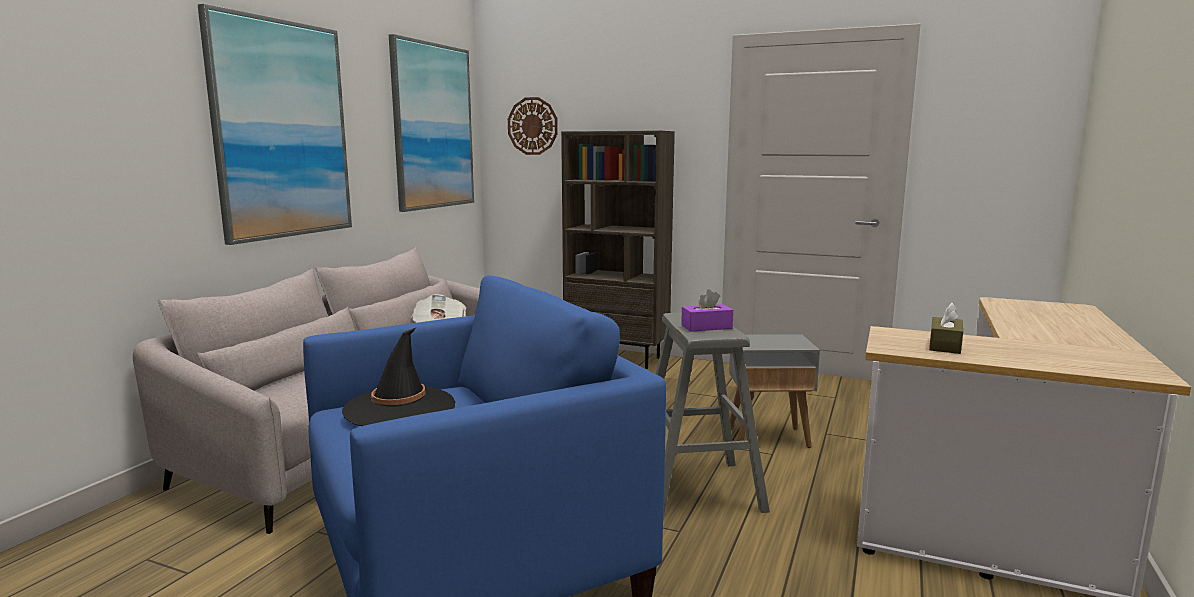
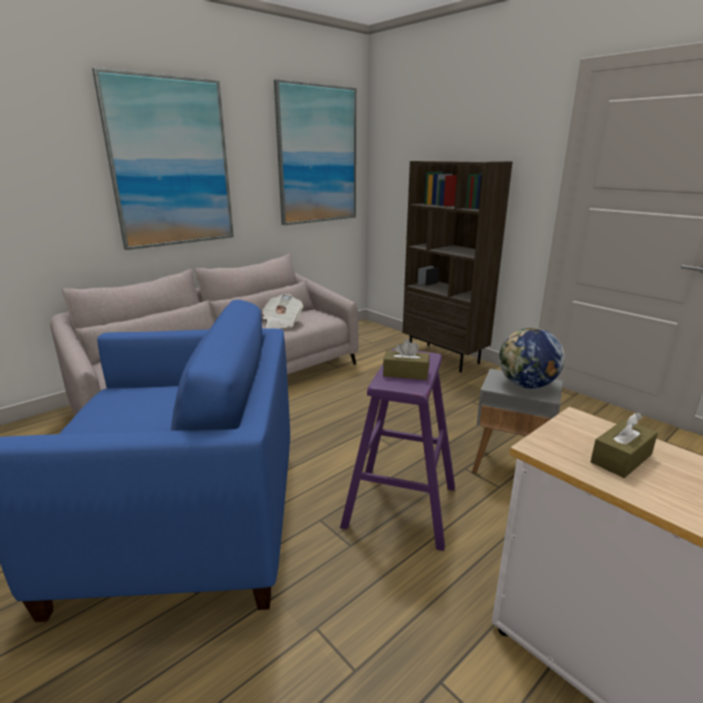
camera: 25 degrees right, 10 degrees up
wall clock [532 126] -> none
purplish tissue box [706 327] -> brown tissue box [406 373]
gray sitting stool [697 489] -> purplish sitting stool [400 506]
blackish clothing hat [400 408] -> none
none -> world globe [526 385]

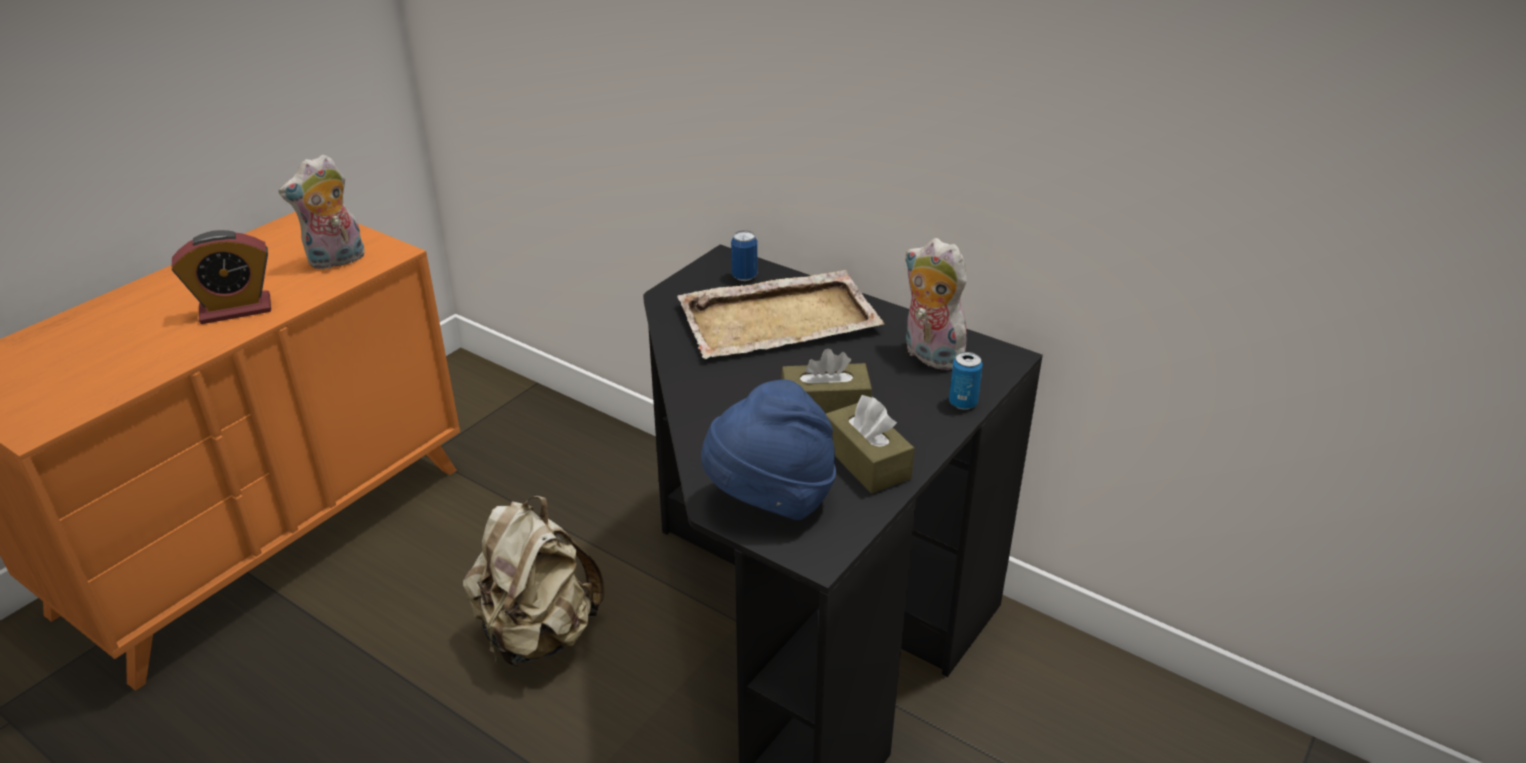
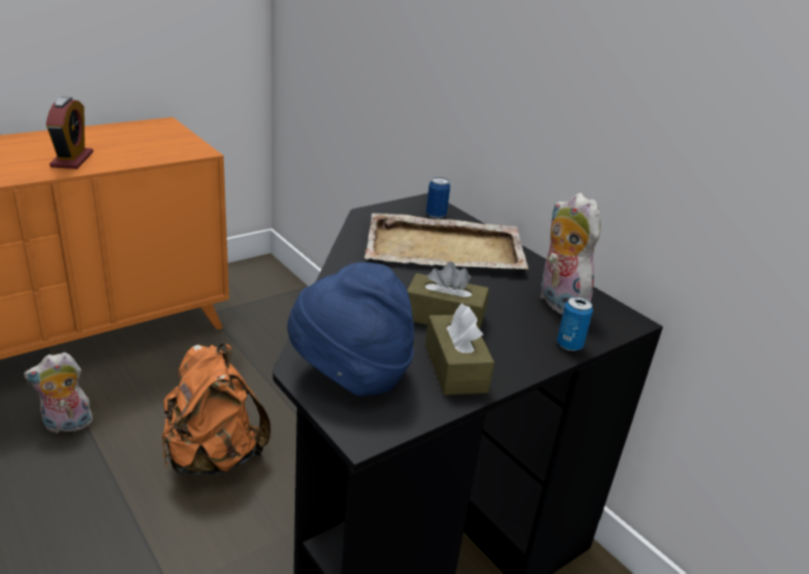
camera: 15 degrees right, 5 degrees down
soft toy [336 261] -> soft toy [66 426], shifted
alarm clock [236 309] -> alarm clock [72 160], 90 degrees counterclockwise
beige rucksack [538 634] -> orange rucksack [213 456]

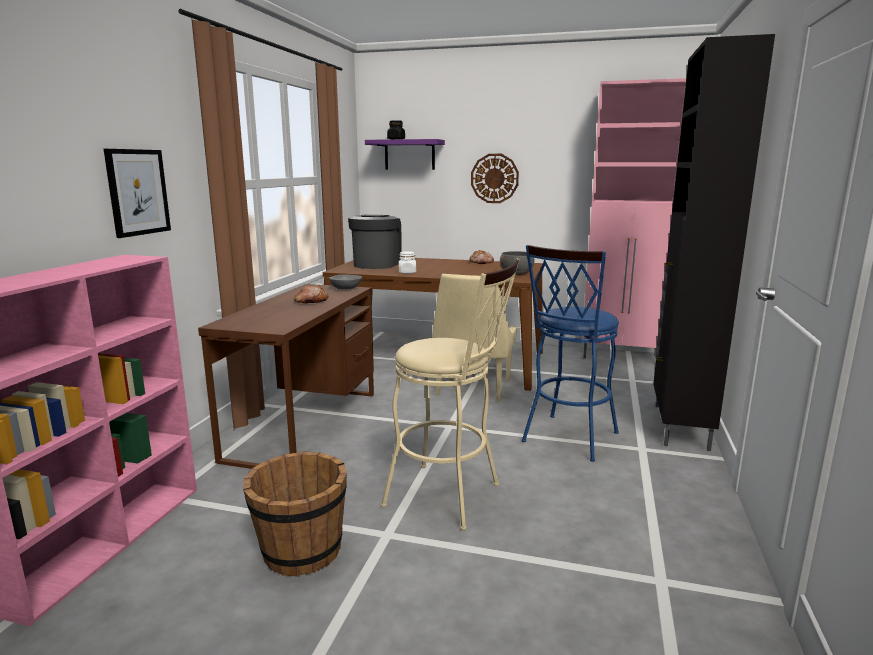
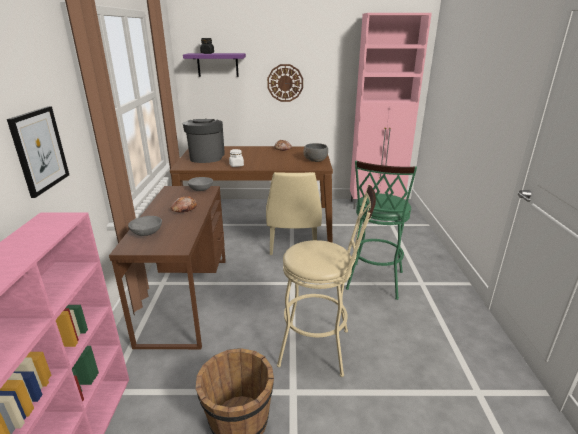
camera: 15 degrees left, 10 degrees up
blackish storage cabinet [679 427] -> none
blue sitting stool [567 440] -> greenish sitting stool [373 283]
none -> gray serving bowl [147 233]

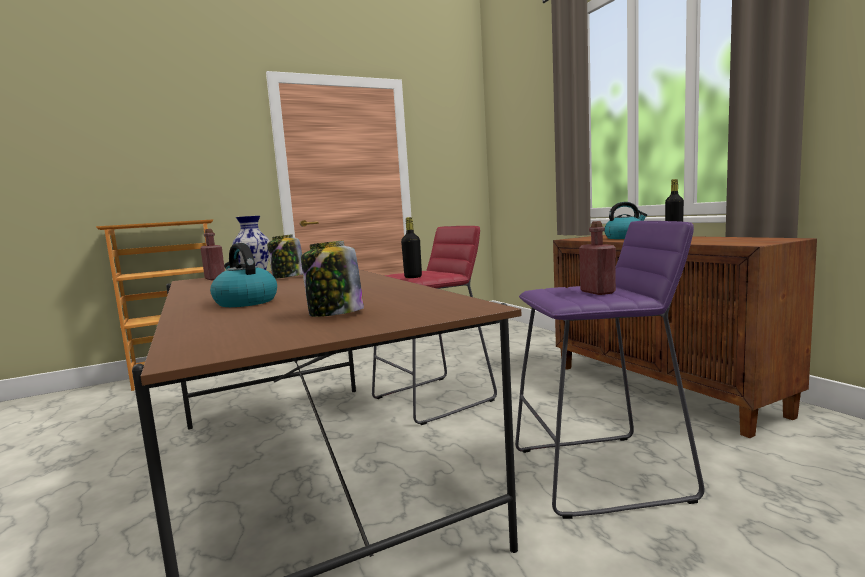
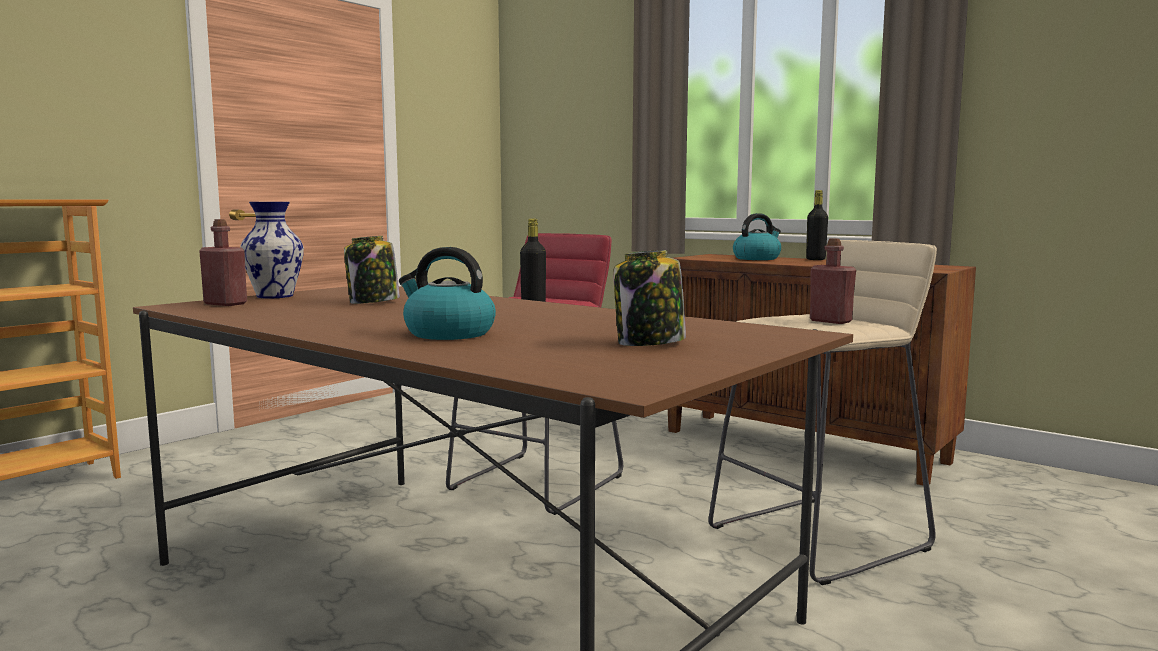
camera: 25 degrees left, 0 degrees up
purplish sitting stool [601 474] -> beige sitting stool [820 538]

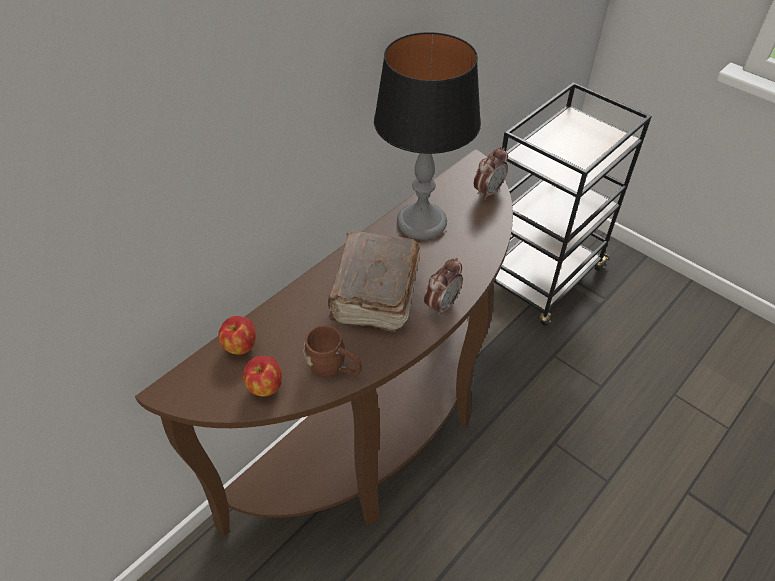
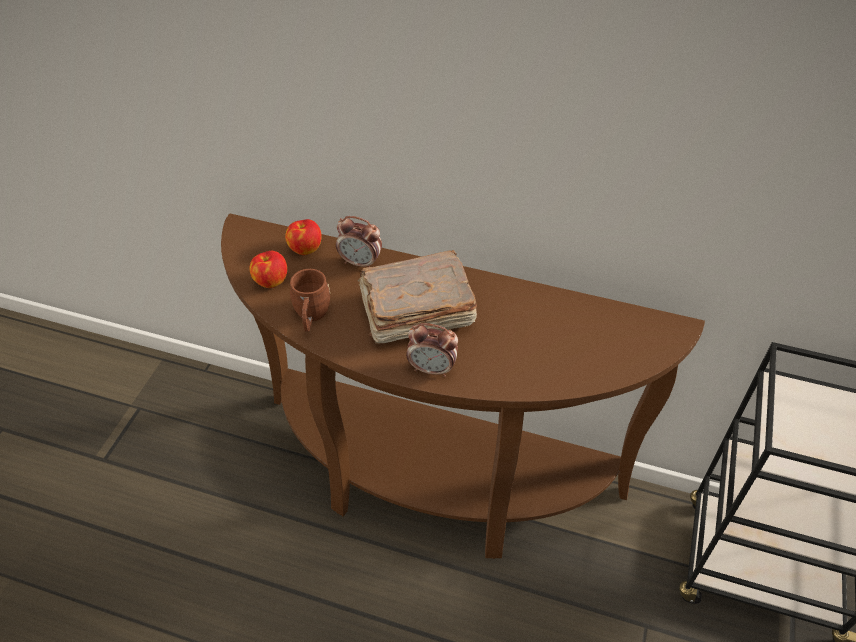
camera: 65 degrees right, 0 degrees up
lamp for a table [422 223] -> none
alarm clock [488 191] -> alarm clock [360 262], shifted

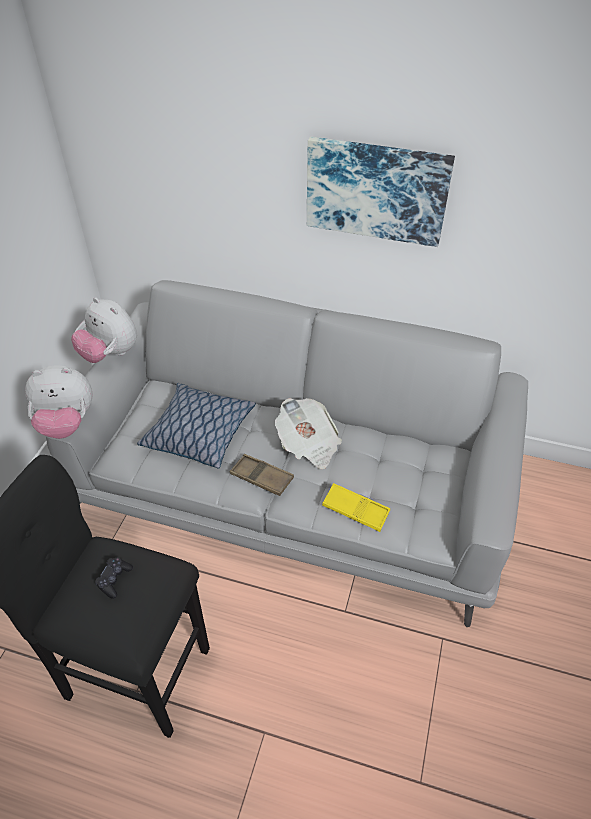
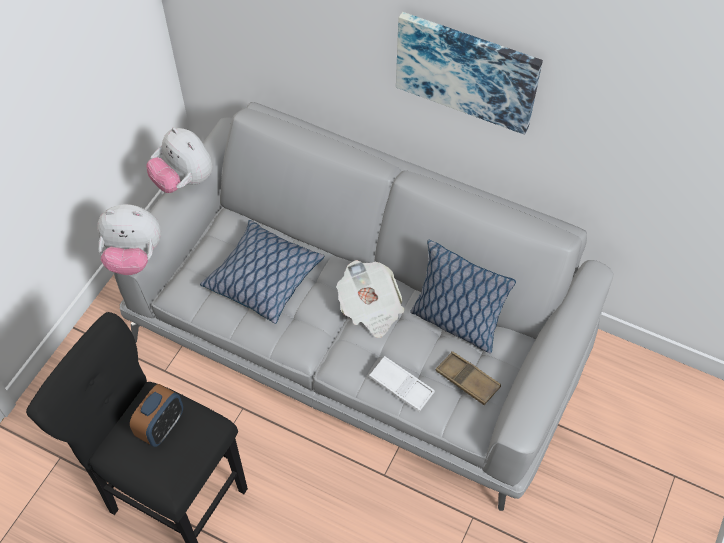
camera: 10 degrees right, 10 degrees up
brown carrying tray [261 477] -> brown carrying tray [467 380], shifted
yellowish carrying tray [355 510] -> whitish carrying tray [401 386]
blackish game controller [114 579] -> alarm clock [161 426]
none -> pillow [455 321]

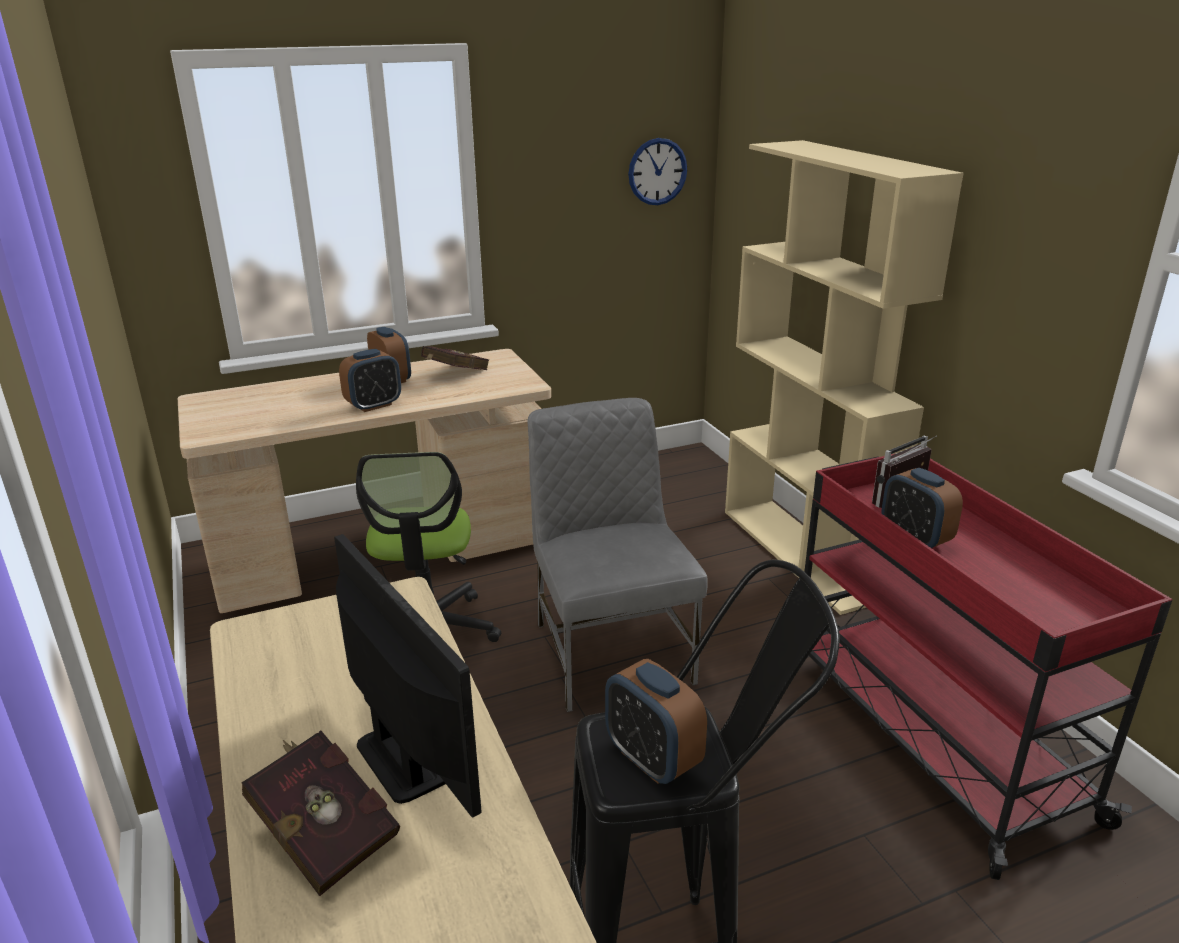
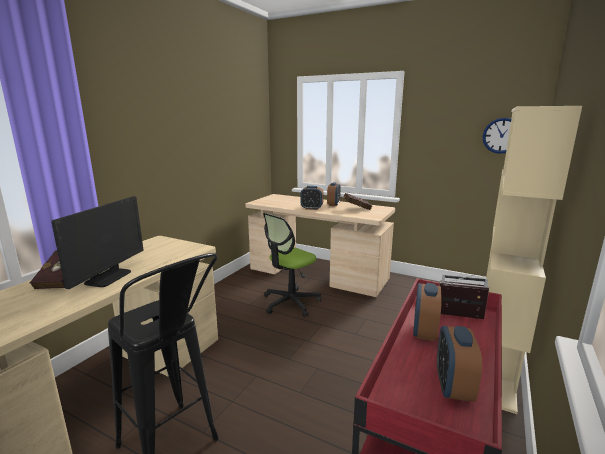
camera: 50 degrees right, 10 degrees down
gray chair [610 651] -> none
alarm clock [652 759] -> alarm clock [453 387], shifted

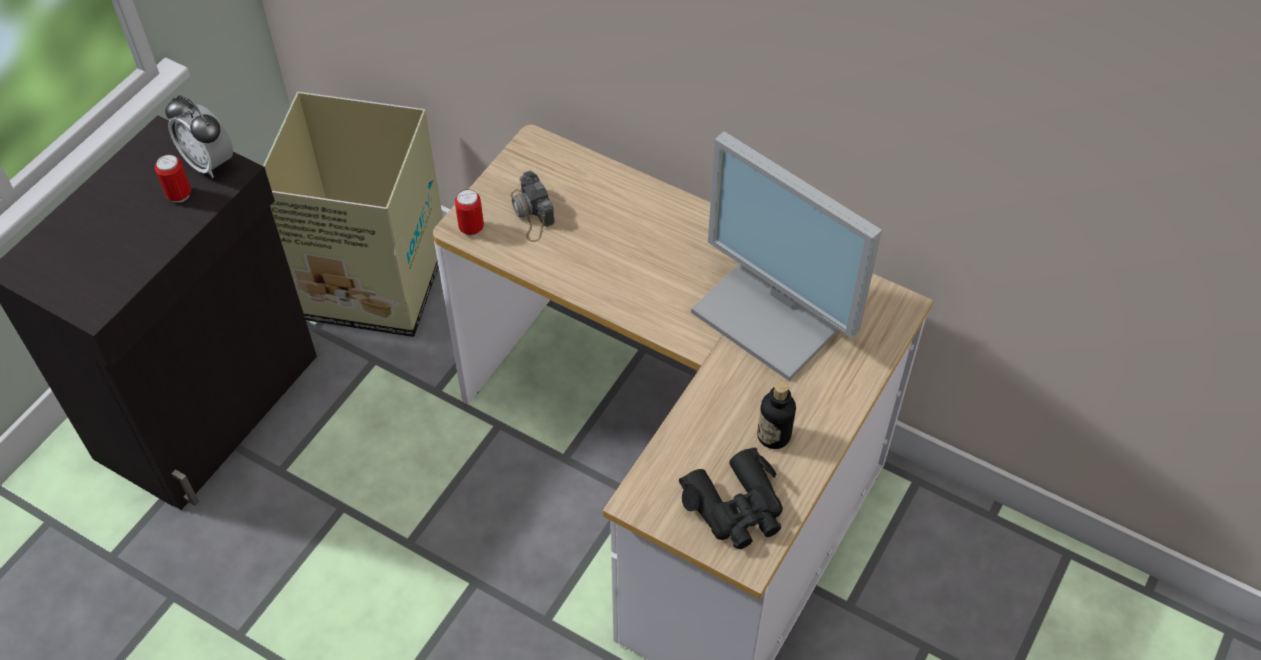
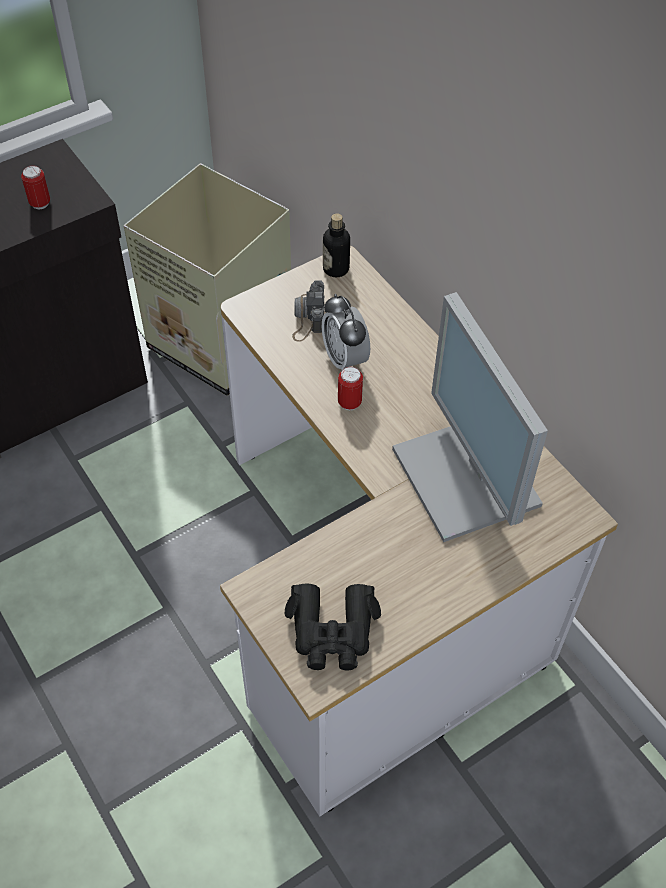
camera: 25 degrees right, 0 degrees up
alarm clock [209 163] -> alarm clock [345 359], shifted
metal can [471 228] -> metal can [349 403], shifted
drink bottle [773 435] -> drink bottle [336 269], shifted

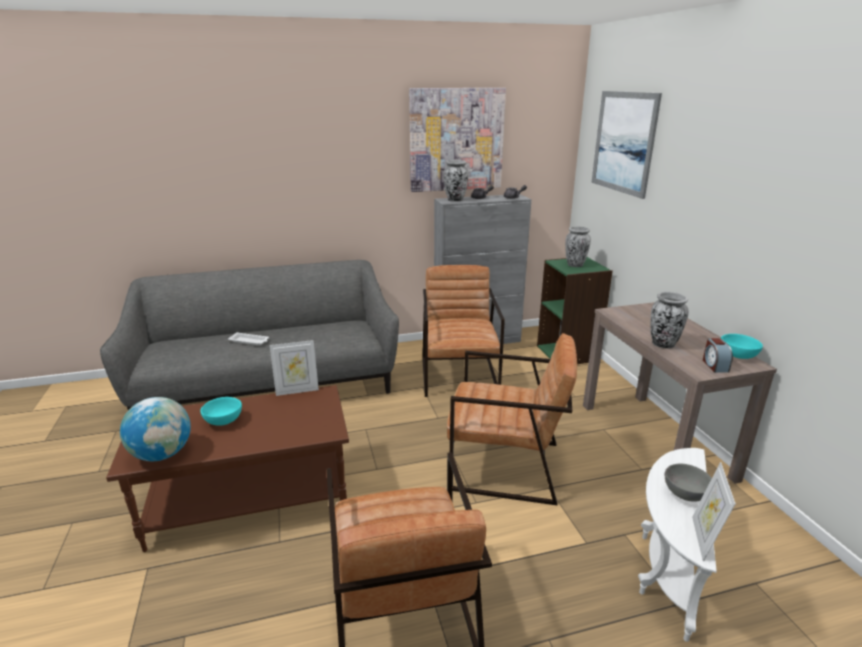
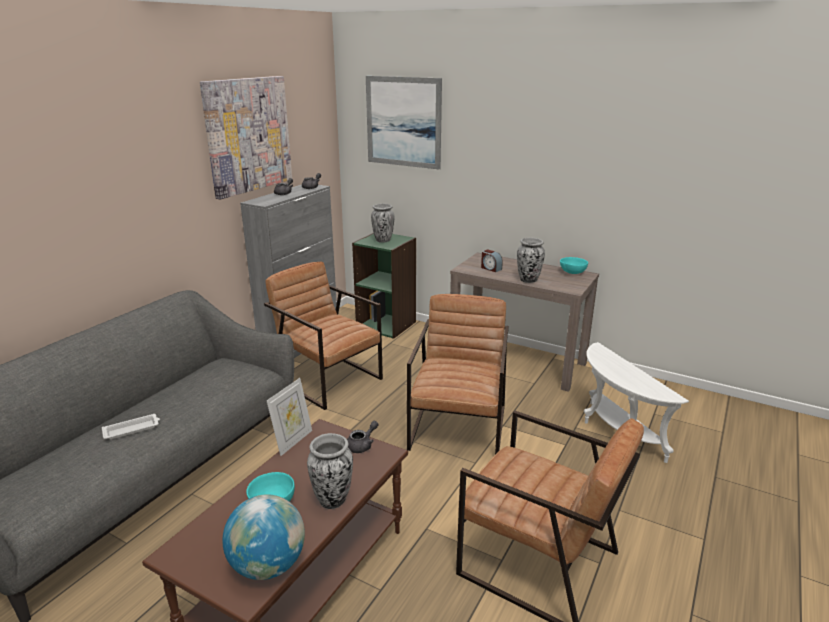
camera: 45 degrees left, 0 degrees up
decorative vase [455 200] -> decorative vase [333 500], shifted
brown lounge chair [505 466] -> brown lounge chair [459 427], 45 degrees counterclockwise
alarm clock [714 365] -> alarm clock [490 268], shifted
picture frame [704 539] -> none
gray serving bowl [684 493] -> none
none -> gray tea pot [362 445]

